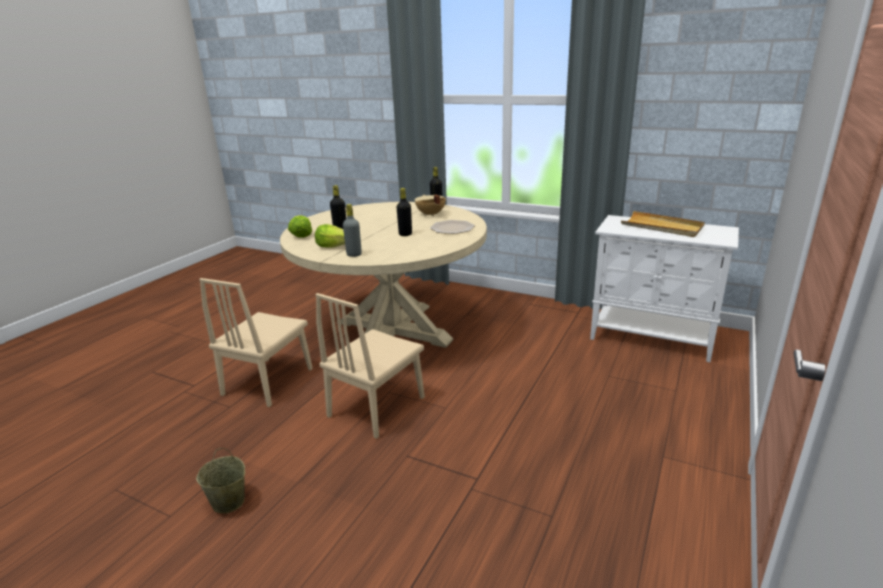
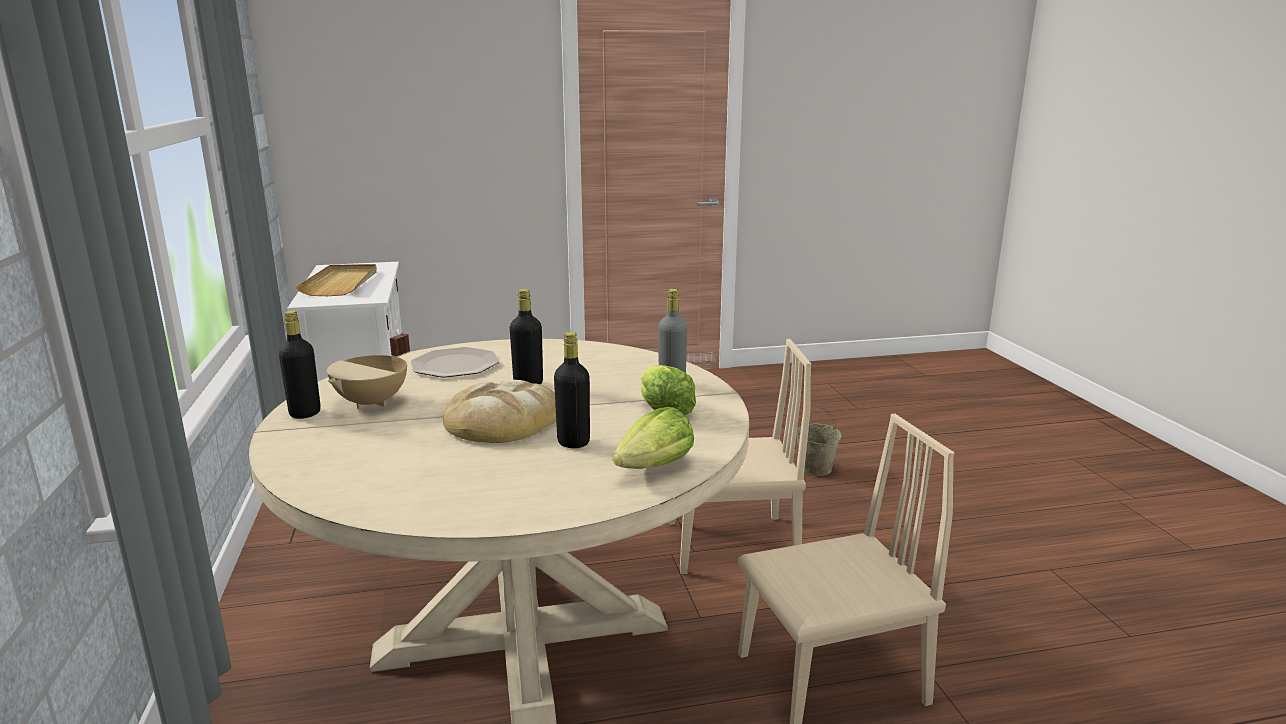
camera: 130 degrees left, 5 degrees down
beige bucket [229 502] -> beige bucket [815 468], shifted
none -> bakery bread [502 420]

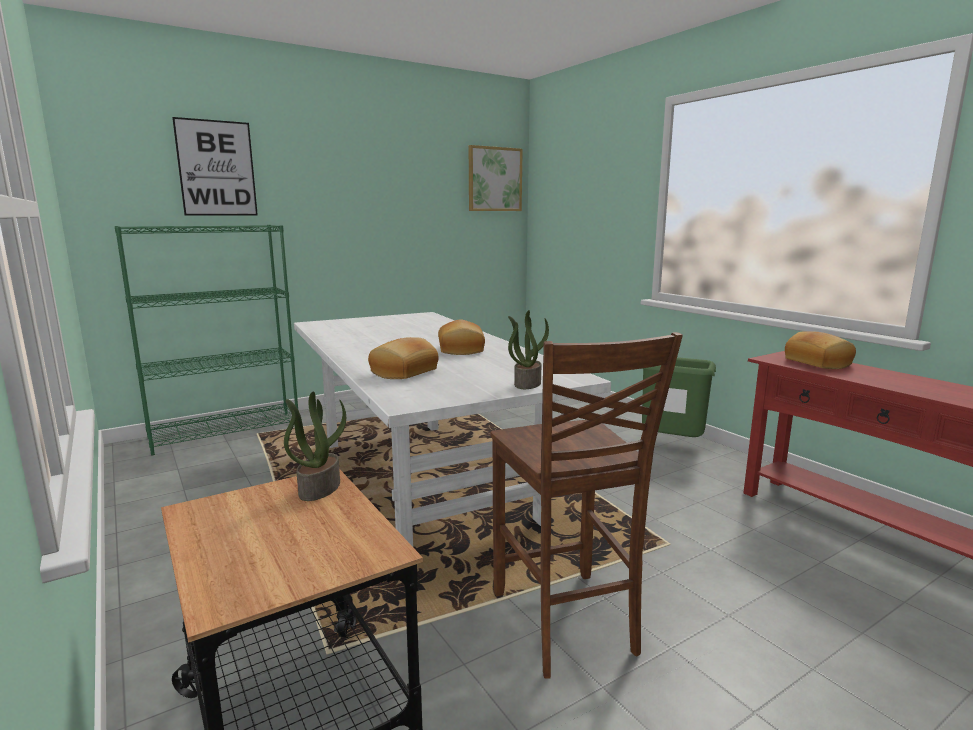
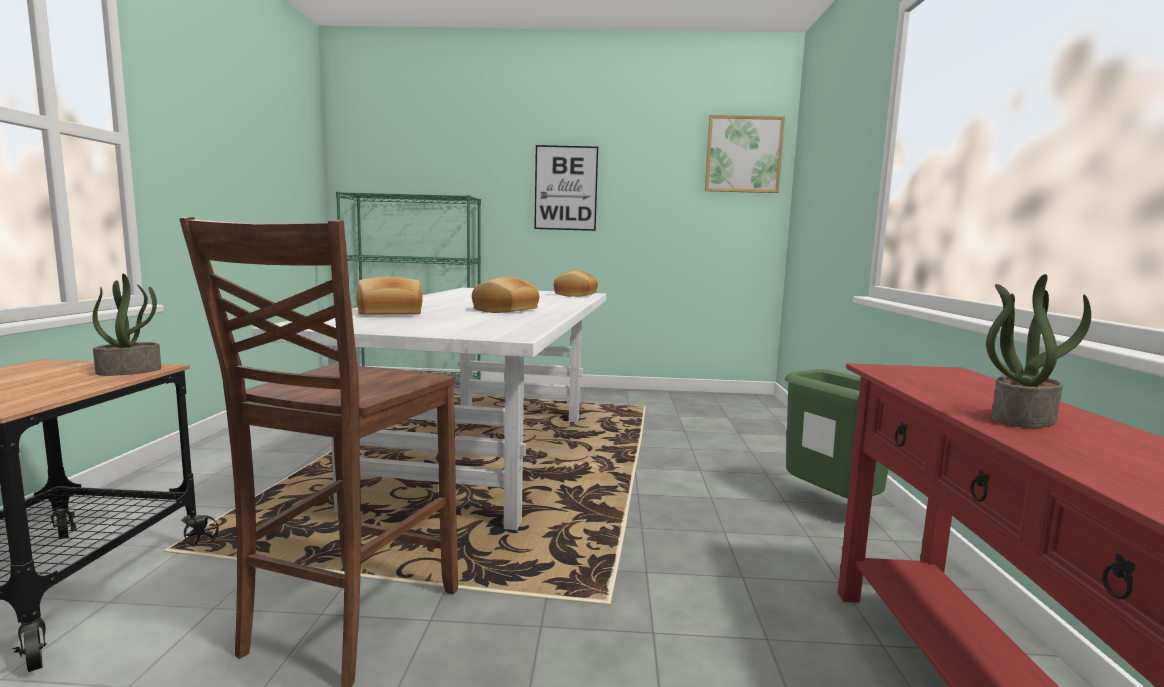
camera: 35 degrees right, 5 degrees down
wall picture [216 168] -> wall picture [566 188], shifted
houseplant [527 383] -> houseplant [1022 418], shifted
bakery bread [818 363] -> bakery bread [576 295], shifted

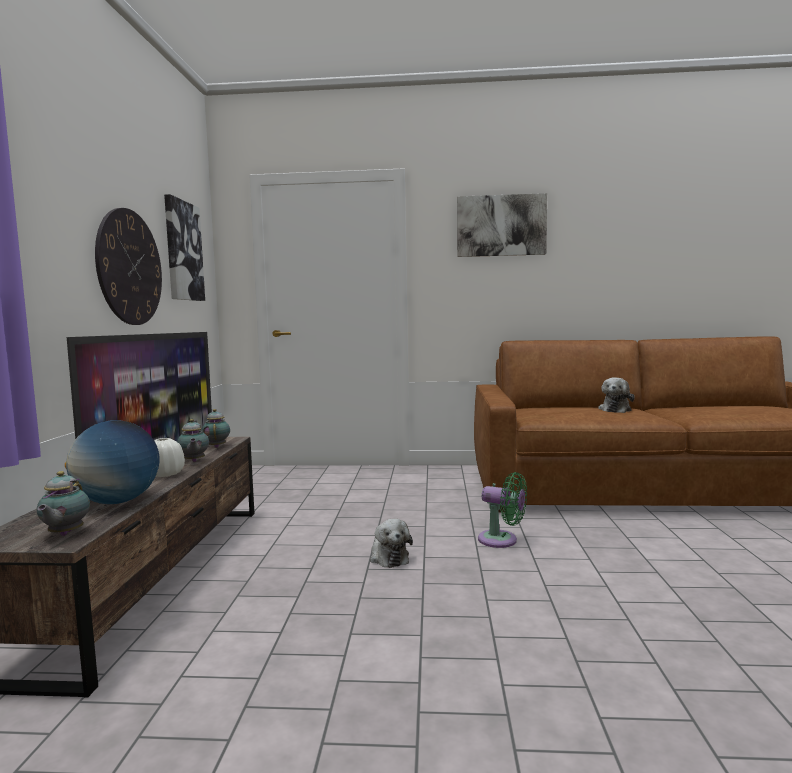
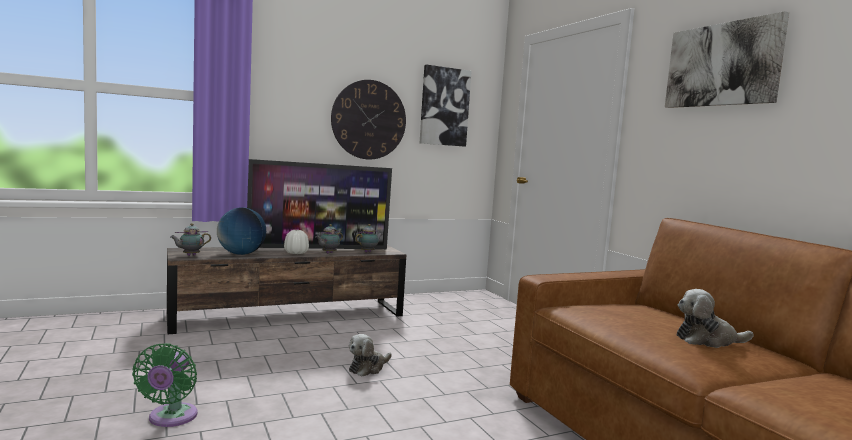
camera: 60 degrees right, 0 degrees up
greenish electric fan [501 540] -> greenish electric fan [170 418], shifted

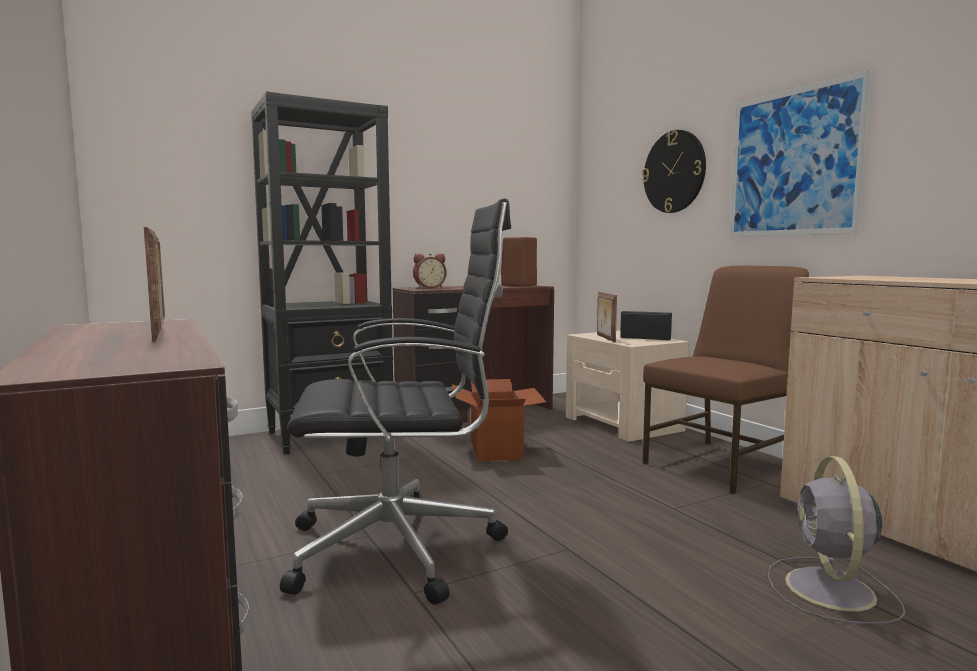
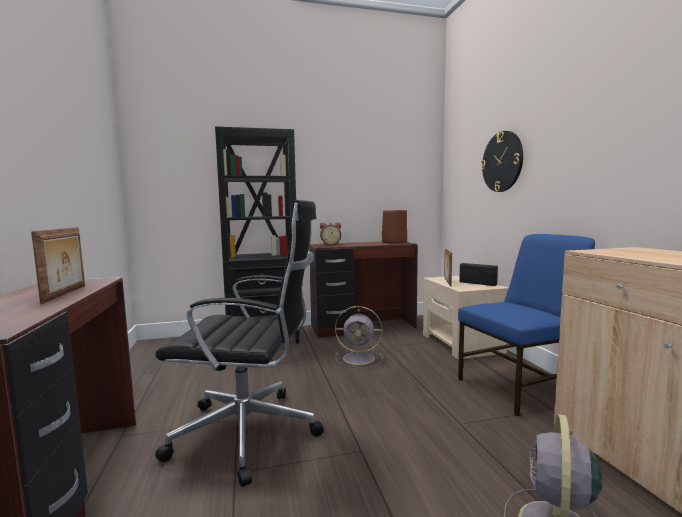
camera: 15 degrees right, 0 degrees up
wall picture [793 163] -> none
brown chair [722 465] -> blue chair [520 387]
cardboard box [497 450] -> gray electric fan [360 358]

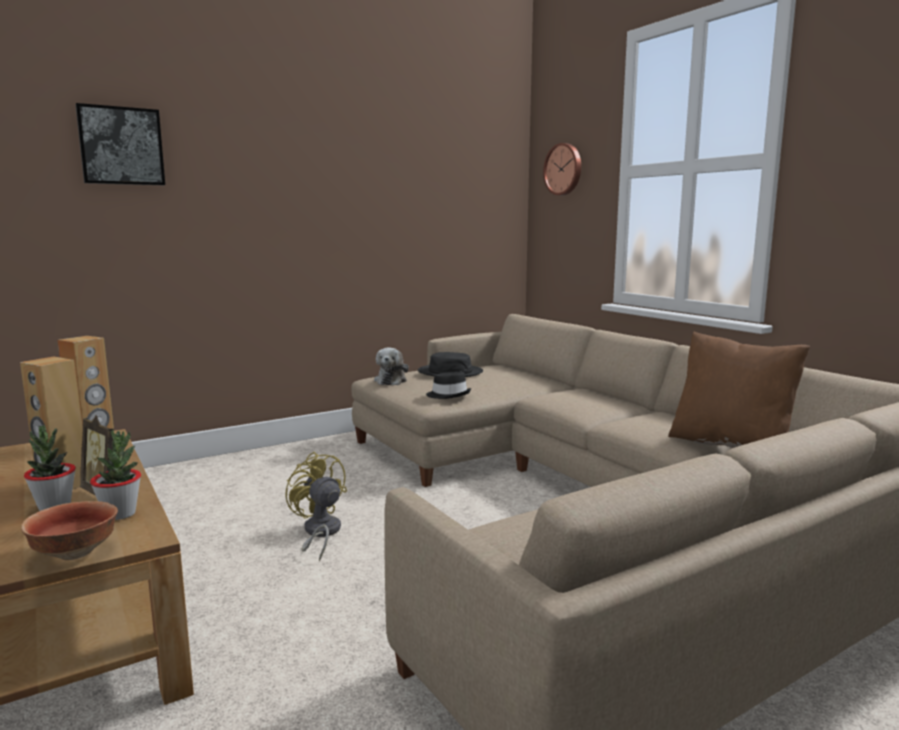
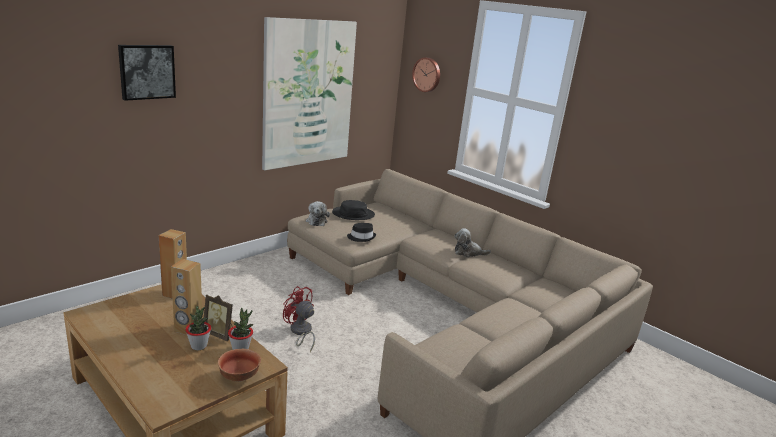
camera: 15 degrees left, 10 degrees up
brown pillow [731 445] -> none
yellowish electric fan [319 533] -> red-coloured electric fan [300 332]
none -> wall picture [308 94]
none -> soft toy [468 252]

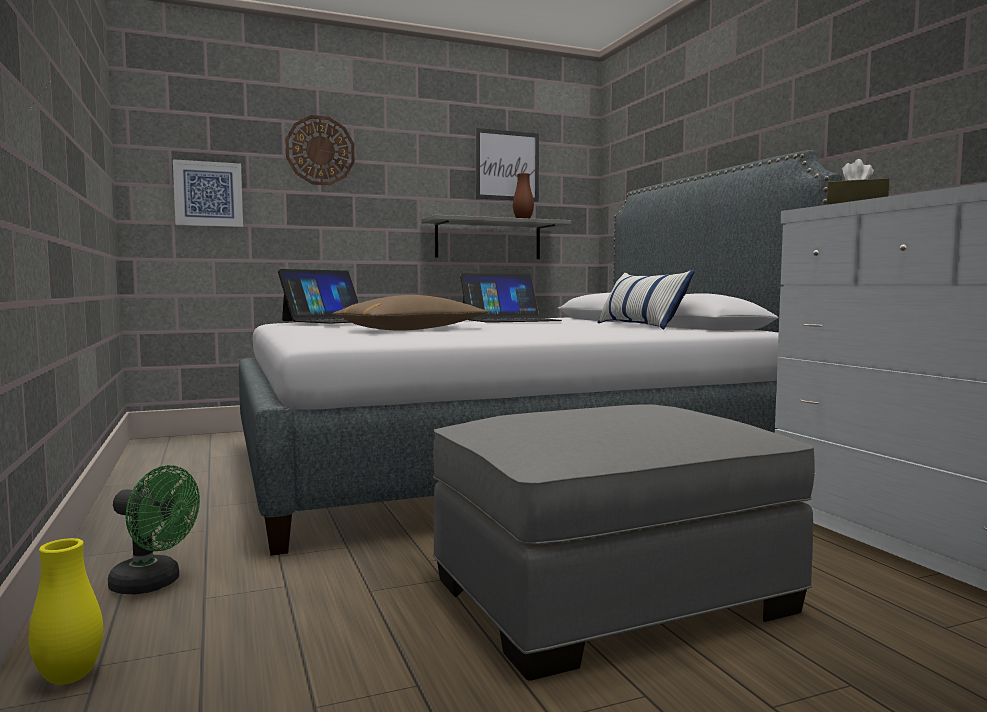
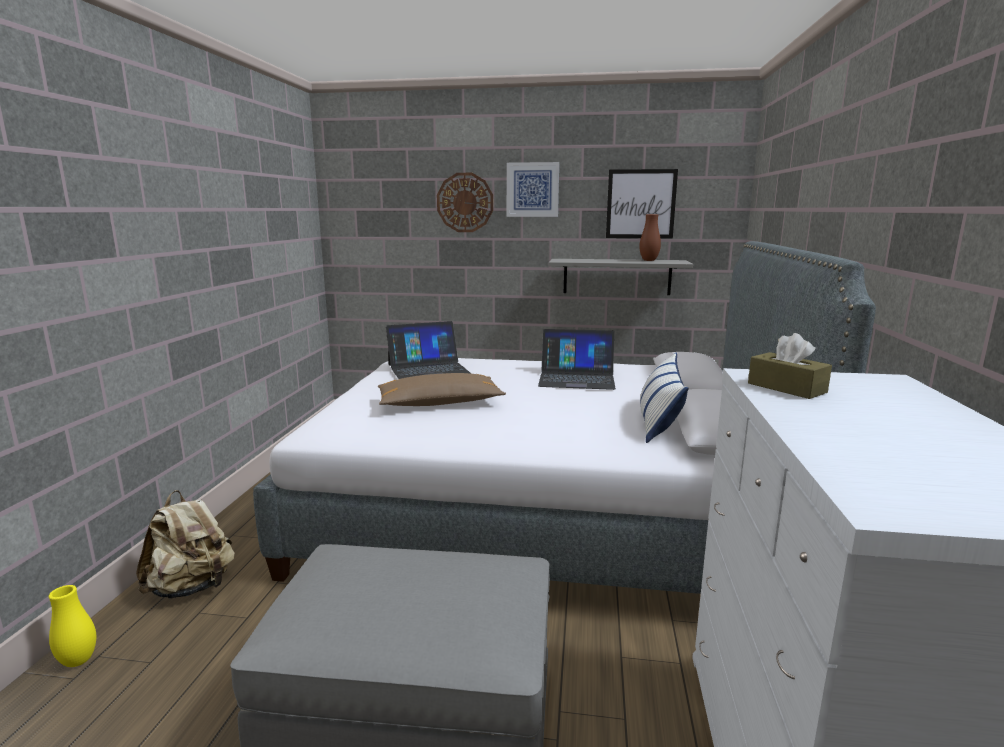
camera: 30 degrees right, 10 degrees up
wall picture [208 194] -> wall picture [532 190], shifted
greenish electric fan [154 584] -> beige rucksack [192 587]

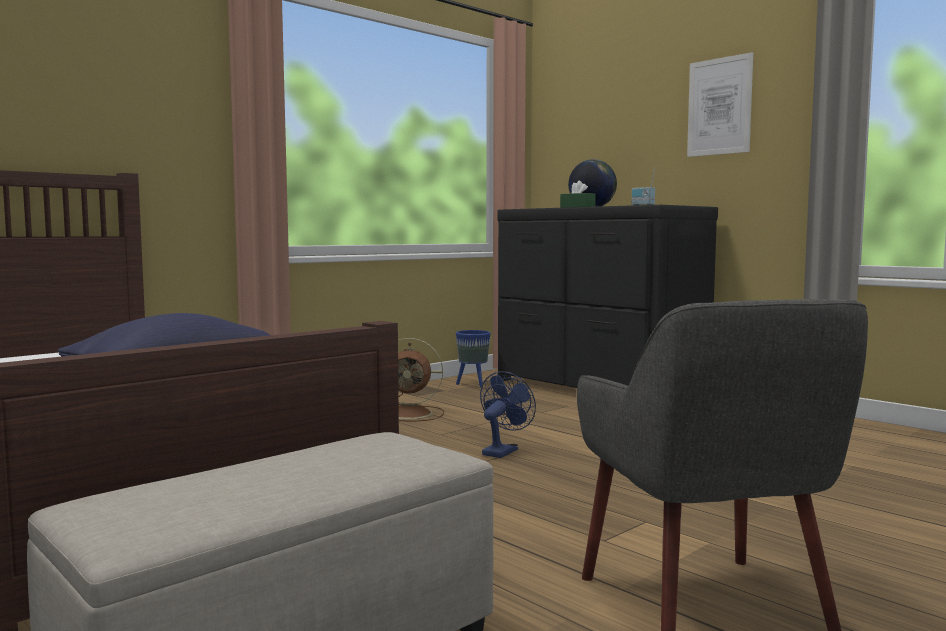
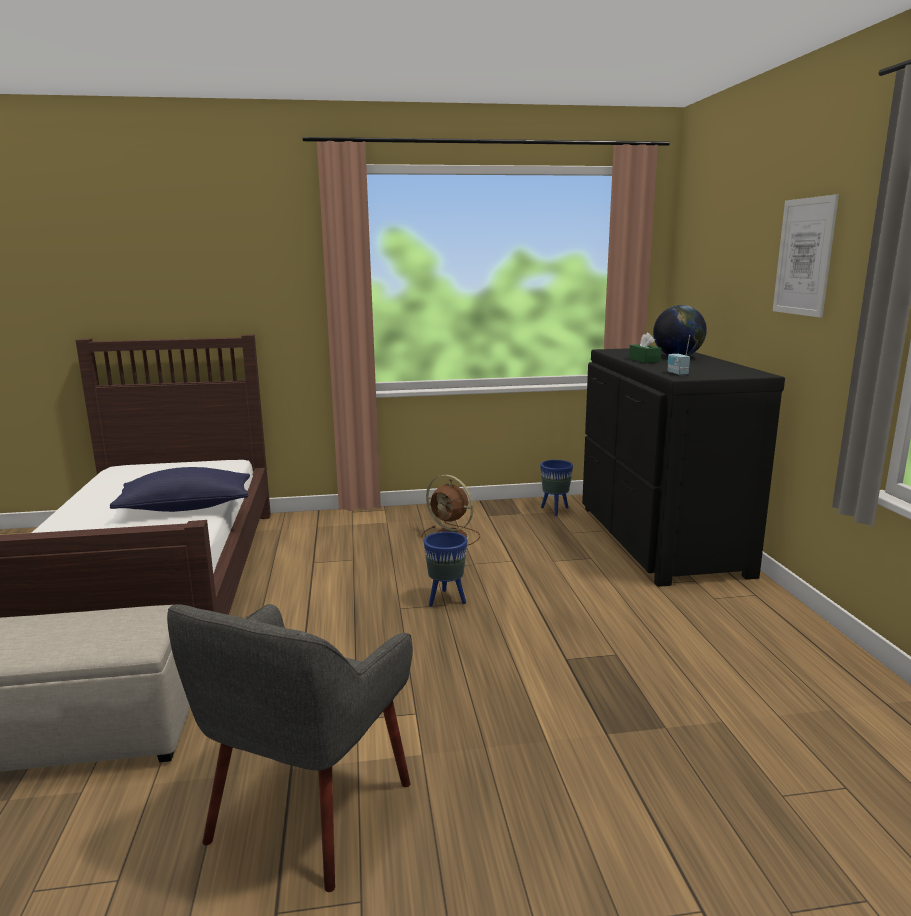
camera: 35 degrees right, 10 degrees up
blue electric fan [502 451] -> blue planter [446 600]

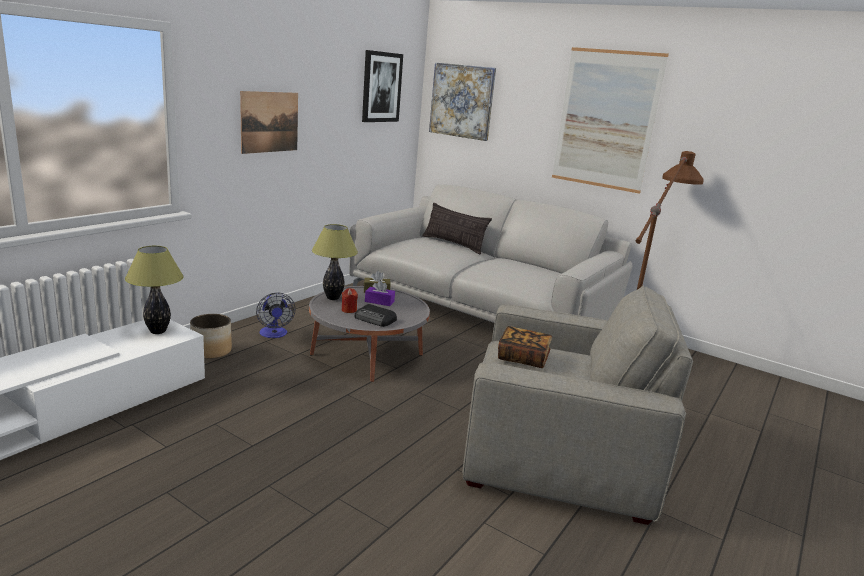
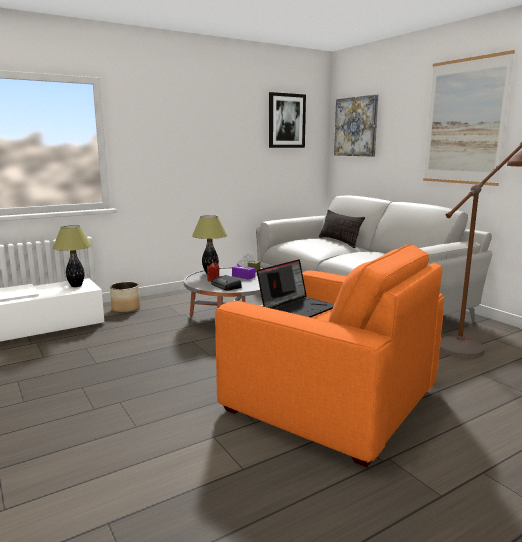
camera: 25 degrees right, 5 degrees down
wall picture [270 122] -> none
gray lounge chair [558 452] -> orange lounge chair [330 400]
electric fan [274 334] -> none
book [523 358] -> portable computer [297 308]

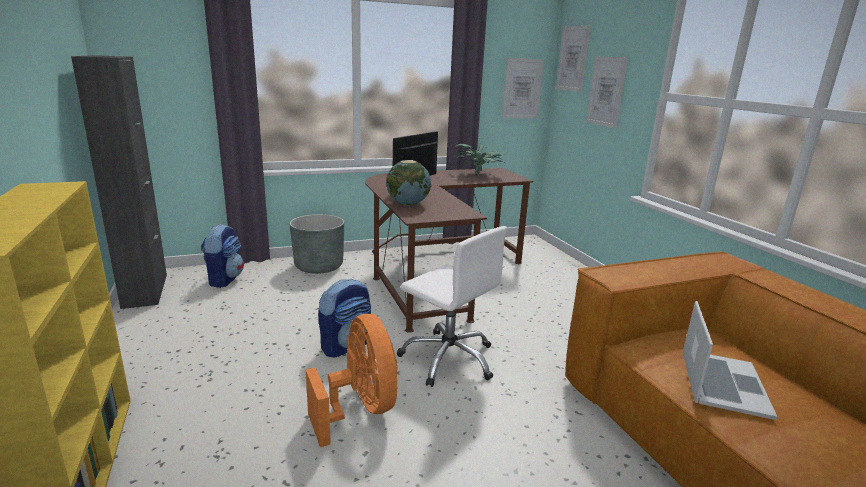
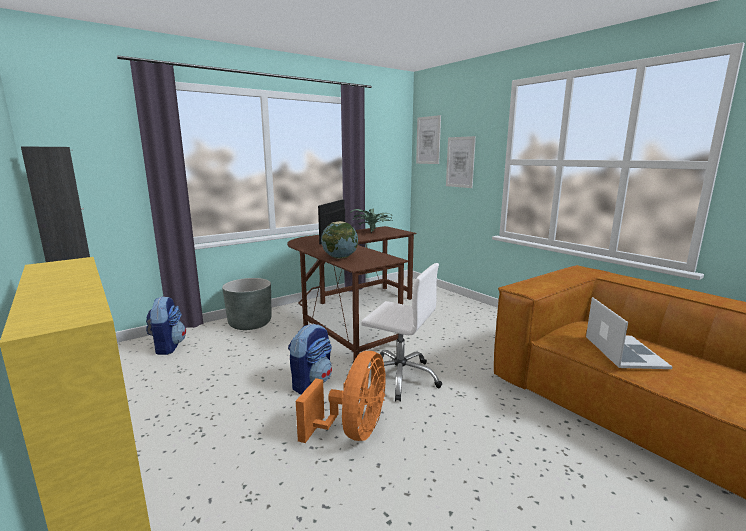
camera: 15 degrees left, 5 degrees down
wall picture [522 88] -> none
orange electric fan [360 409] -> orange electric fan [353 431], 60 degrees clockwise

